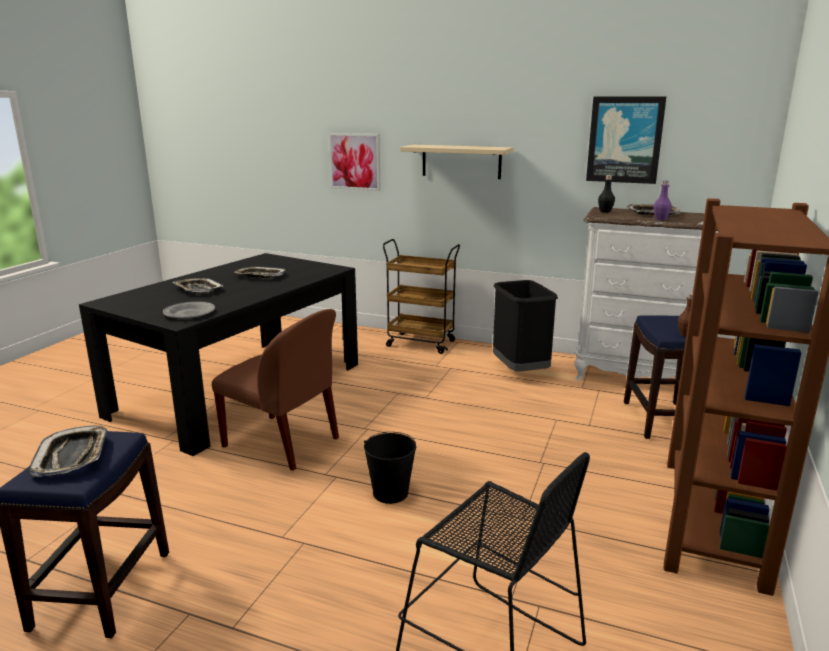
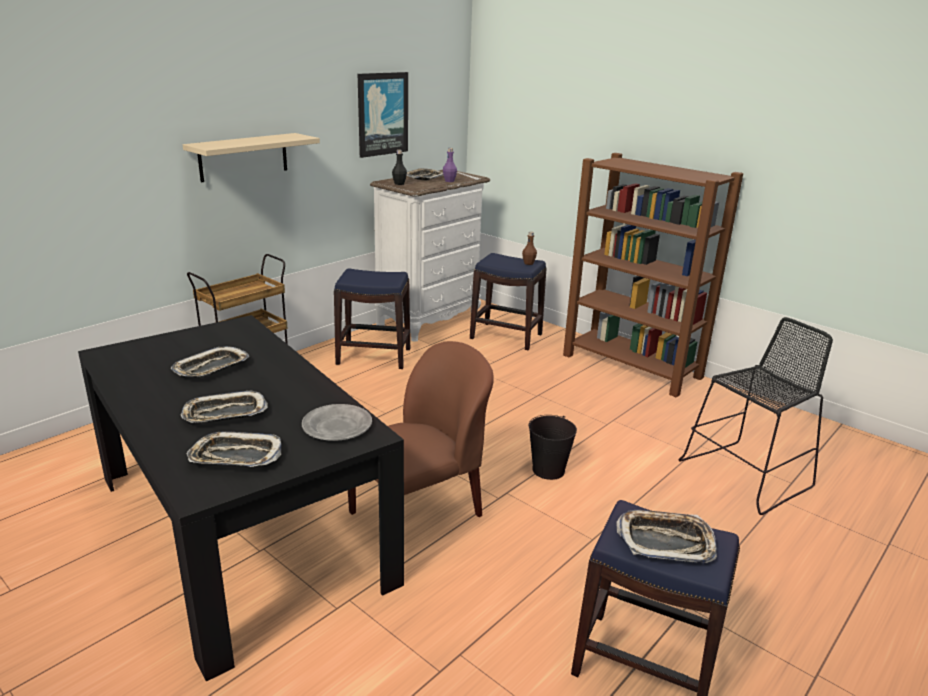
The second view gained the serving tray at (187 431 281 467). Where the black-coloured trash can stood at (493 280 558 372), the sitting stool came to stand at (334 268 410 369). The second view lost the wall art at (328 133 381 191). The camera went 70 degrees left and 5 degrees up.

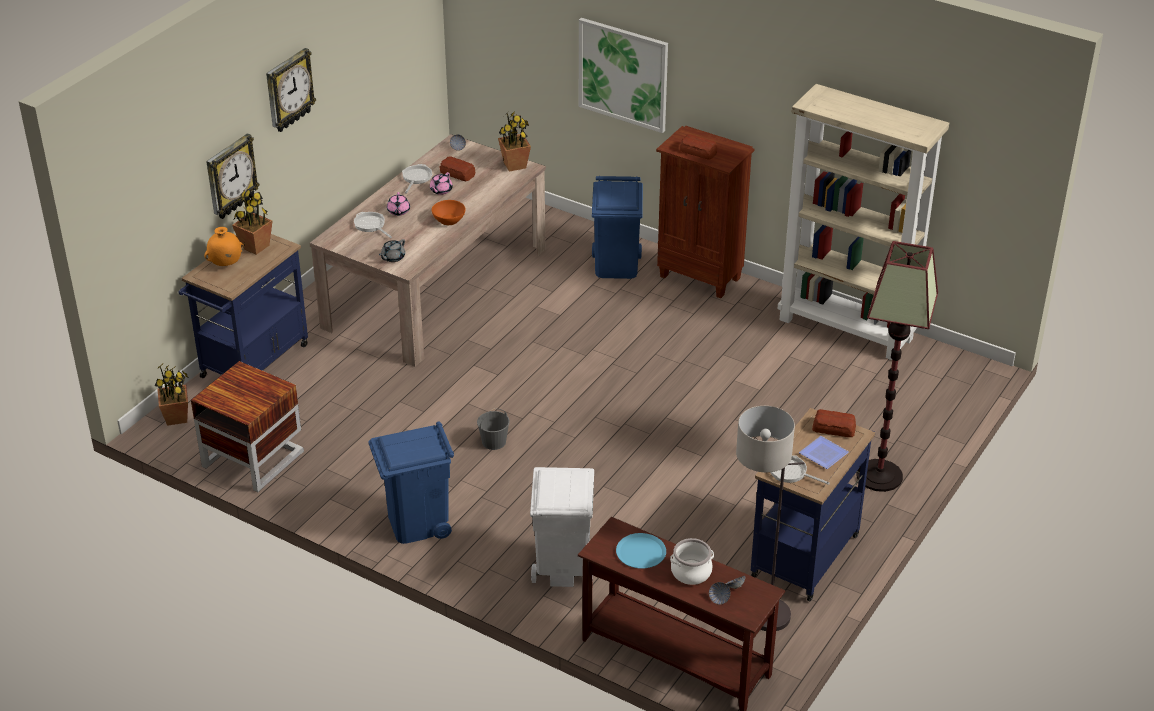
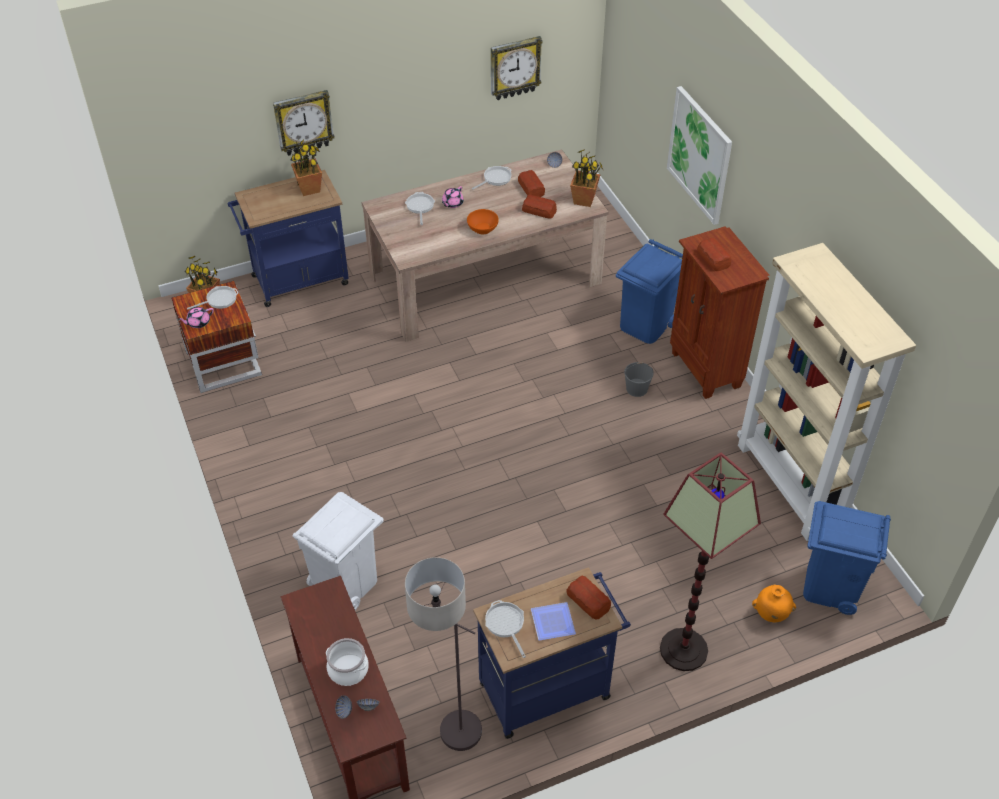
The pinkish pot for tea ended up elsewhere, having gone from (430 172 453 195) to (178 307 214 328). The second view gained the skillet at (187 286 238 310). The hanging clock ended up elsewhere, having gone from (266 48 316 132) to (491 36 543 100). The second view gained the bread at (522 195 557 219). The greyish bucket ended up elsewhere, having gone from (477 408 510 450) to (624 362 654 397). The orange vase ended up elsewhere, having gone from (204 227 244 266) to (752 585 796 622). The bluish trash can ended up elsewhere, having gone from (368 421 454 544) to (803 501 891 615). The second view lost the greyish pot for tea at (379 239 405 262). The second view lost the bluish flat dish at (616 533 666 569). The camera went 35 degrees right and 10 degrees up.

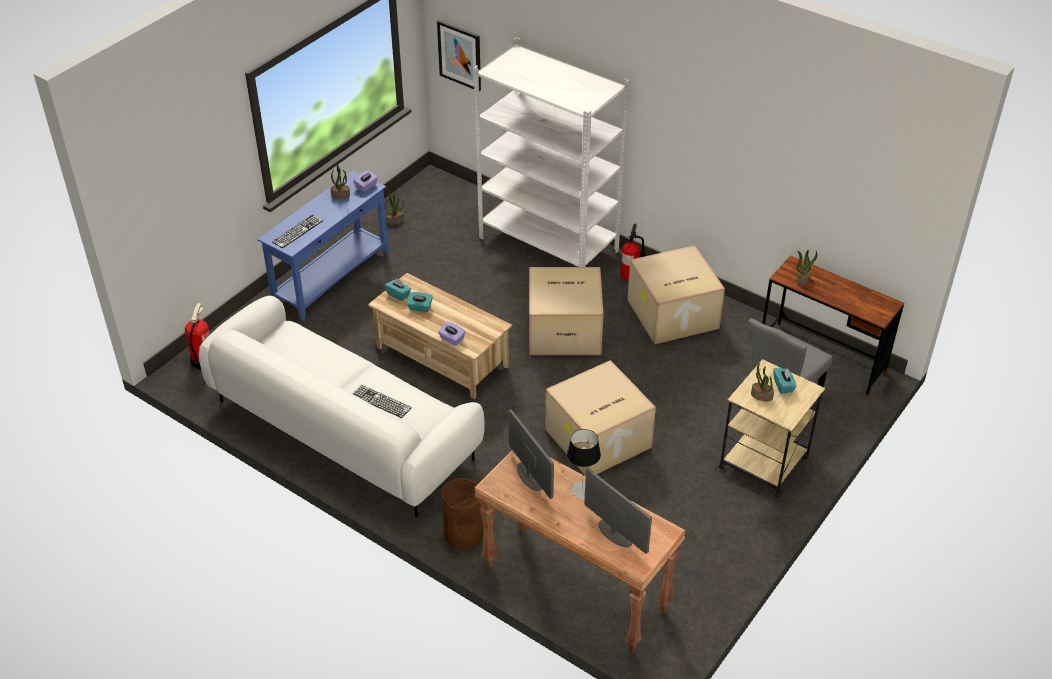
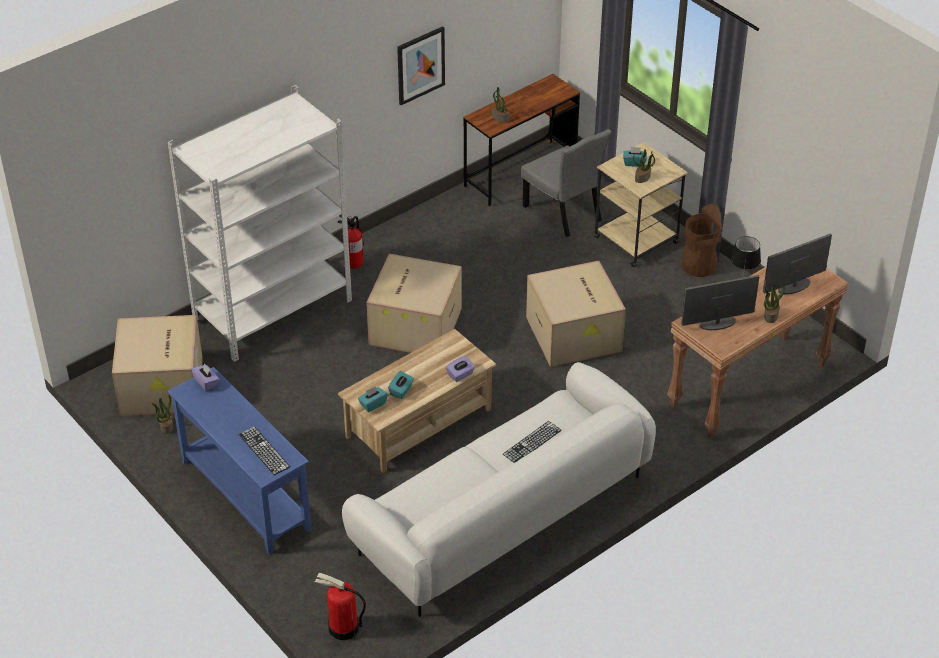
The packing box ended up elsewhere, having gone from (627 245 725 345) to (112 315 203 416). The wall art ended up elsewhere, having gone from (437 20 481 91) to (397 26 445 105). The brown trash can ended up elsewhere, having gone from (442 478 484 549) to (681 204 722 277). The houseplant ended up elsewhere, having gone from (330 164 350 199) to (764 285 785 323). The camera went 75 degrees left and 0 degrees up.

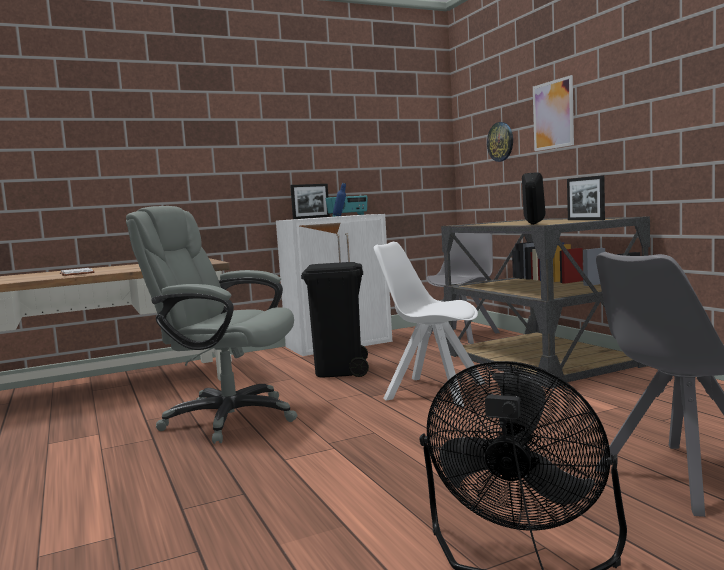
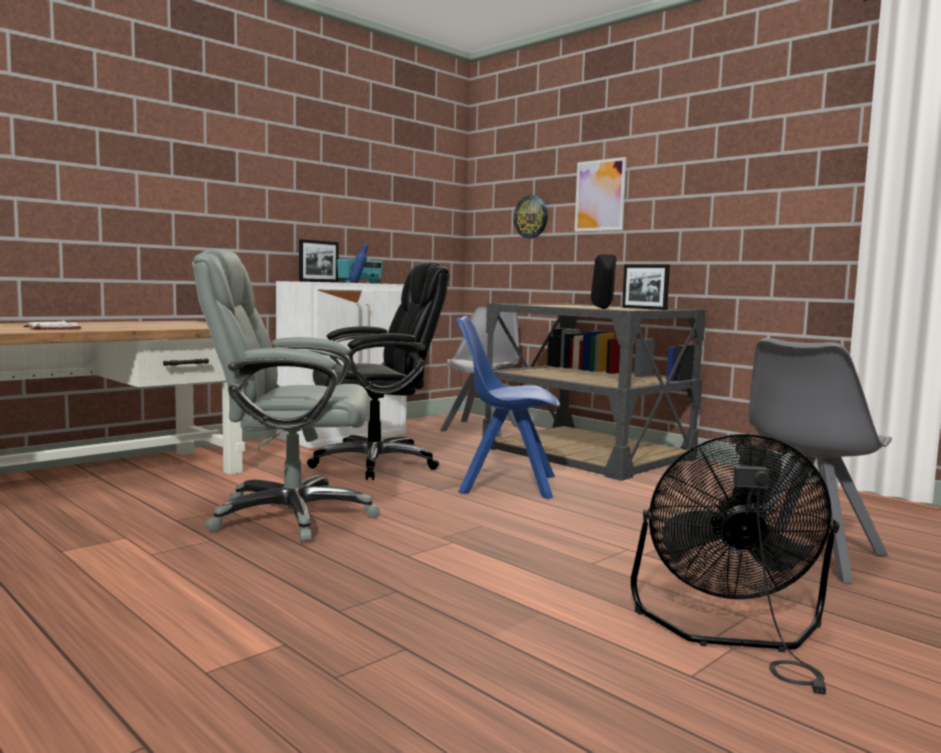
Where the black-coloured trash can stood at (301 262 369 377), the black-coloured desk chair came to stand at (307 262 450 480). What was the whitish upright chair at (374 242 485 407) turned into the bluish upright chair at (456 316 560 499). The camera went 20 degrees left and 0 degrees up.

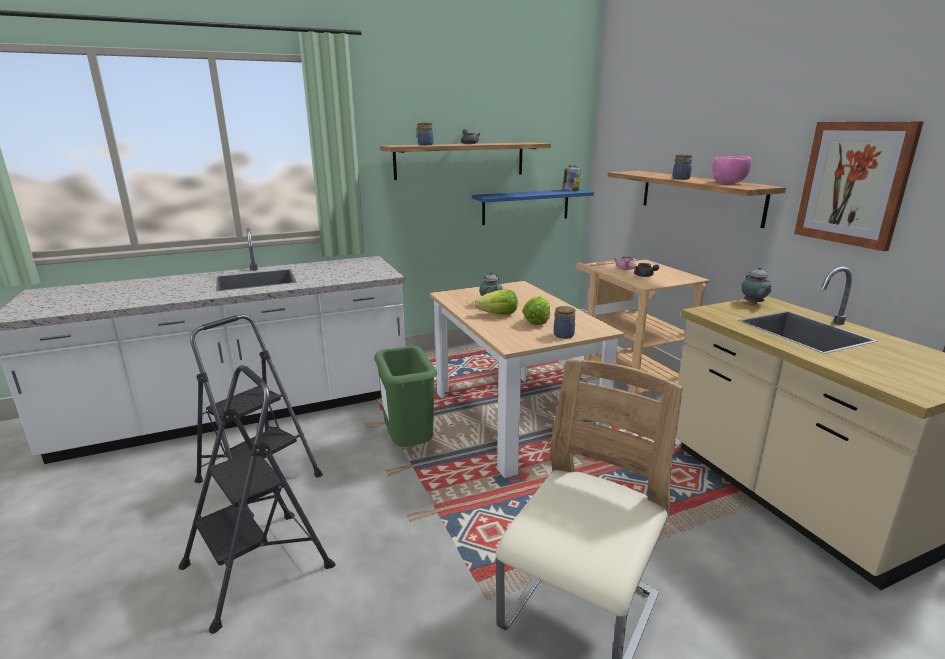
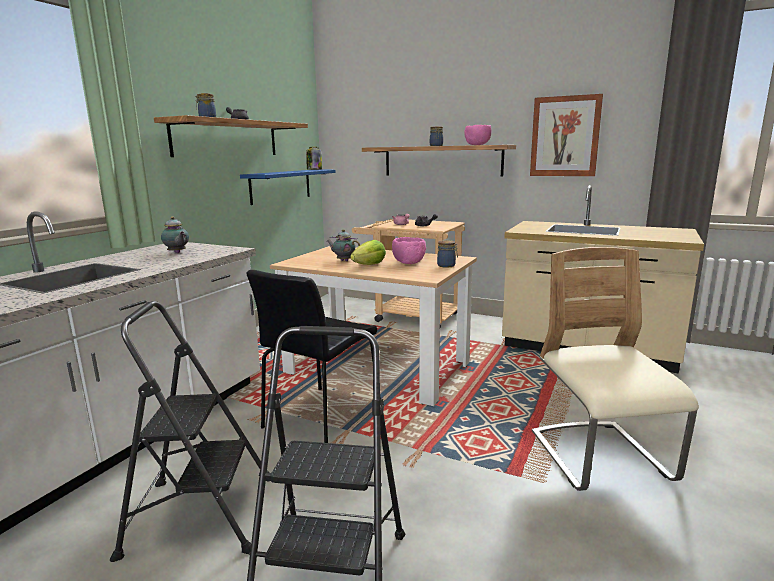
The pot for tea ended up elsewhere, having gone from (741 266 772 304) to (161 216 189 253). Where the greenish trash can stood at (374 346 437 447), the black-coloured upright chair came to stand at (246 270 381 443). Where the lettuce stood at (523 296 550 325), the pinkish bowl came to stand at (392 237 426 264). The camera went 40 degrees left and 5 degrees down.

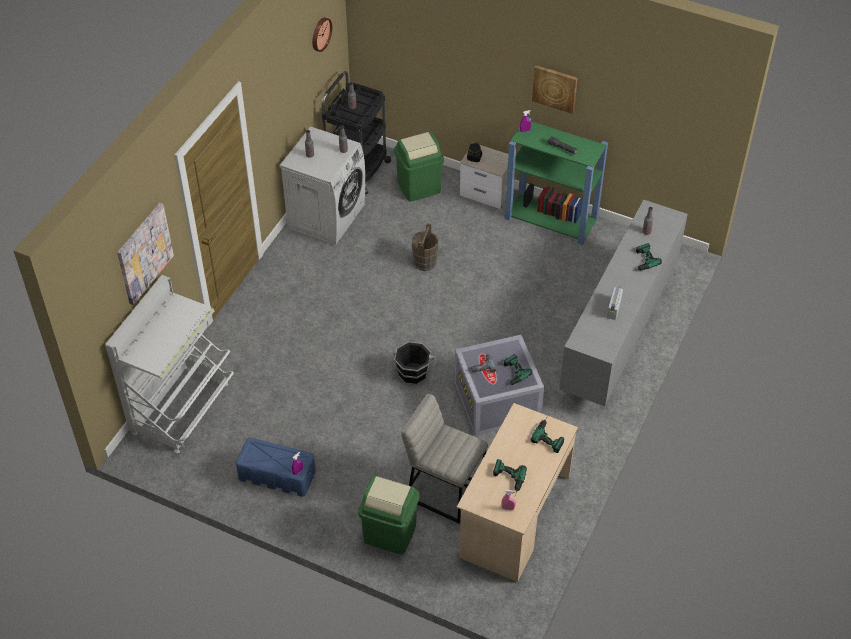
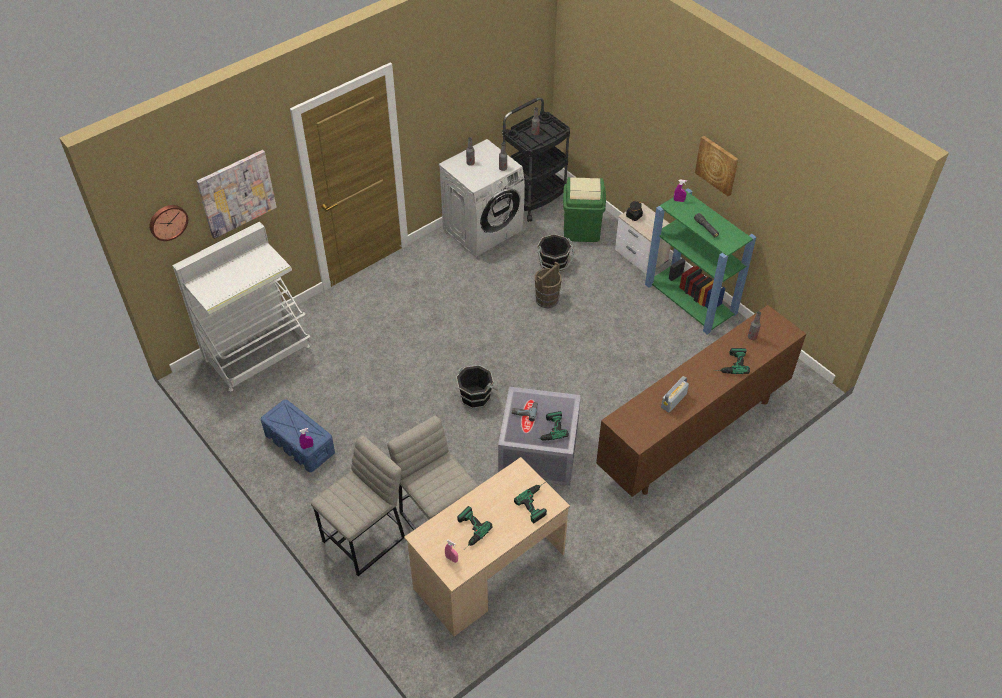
The hanging clock ended up elsewhere, having gone from (312 17 332 52) to (150 205 188 241). Where the greenish trash can stood at (358 475 419 554), the greyish upright chair came to stand at (311 435 405 576). The second view gained the black-coloured bucket at (537 234 575 273). What was the greyish cabinet at (559 200 688 406) turned into the brown cabinet at (596 305 806 497). The camera went 25 degrees right and 0 degrees up.

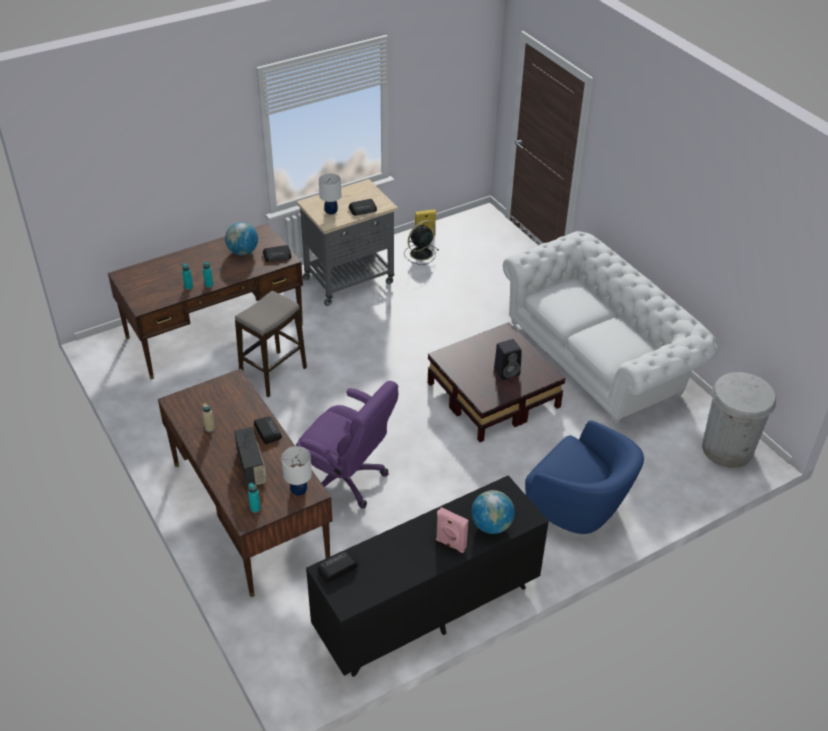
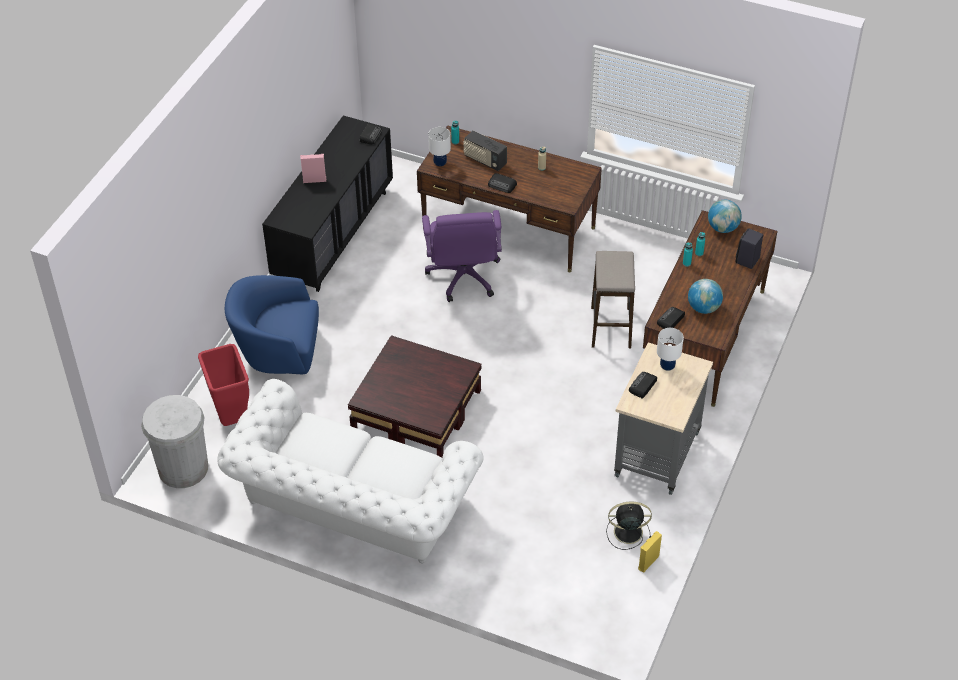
The second view gained the red trash can at (198 344 249 426). The purple desk chair at (296 381 398 508) ended up facing another way, 90 degrees counterclockwise from before. The black-coloured electric fan at (404 220 439 265) ended up facing another way, 105 degrees counterclockwise from before. The globe ended up elsewhere, having gone from (471 490 515 534) to (708 200 742 233). The black-coloured speaker ended up elsewhere, having gone from (494 339 522 380) to (736 228 763 269). The camera went 145 degrees right and 5 degrees up.

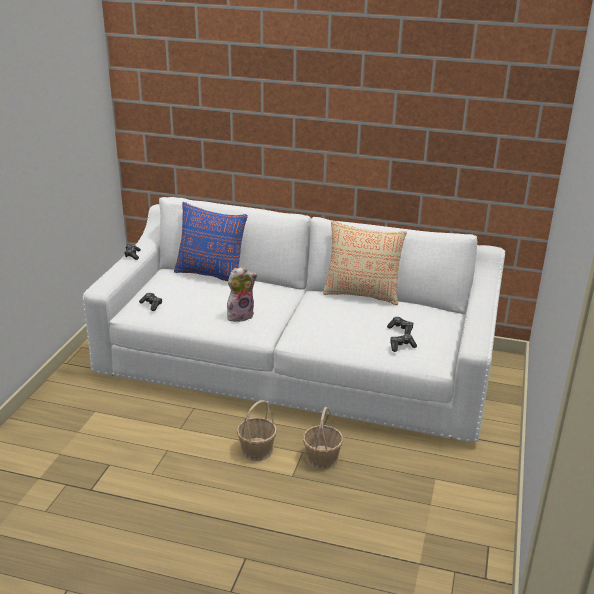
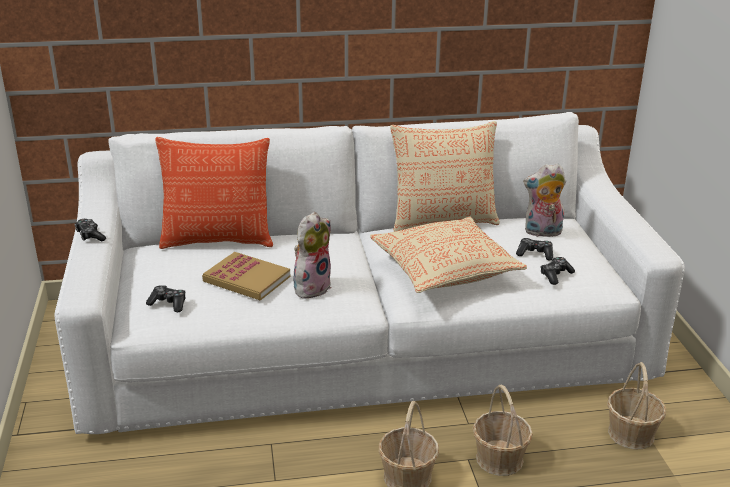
What was the bluish cushion at (174 202 248 281) turned into the orange cushion at (155 137 273 249). The second view gained the volume at (202 252 290 301). The second view gained the beige cushion at (370 217 527 293). The second view gained the plush toy at (523 163 566 237). The second view gained the storage basket at (607 362 666 450). The camera went 25 degrees left and 0 degrees up.

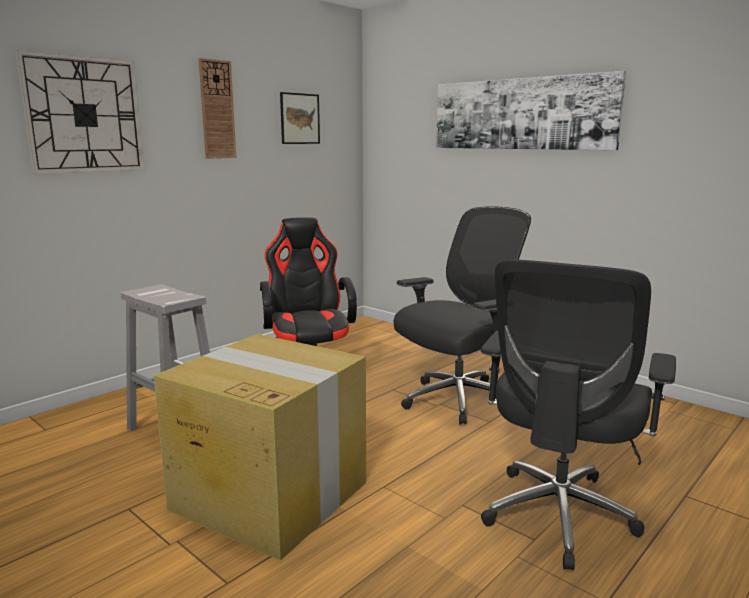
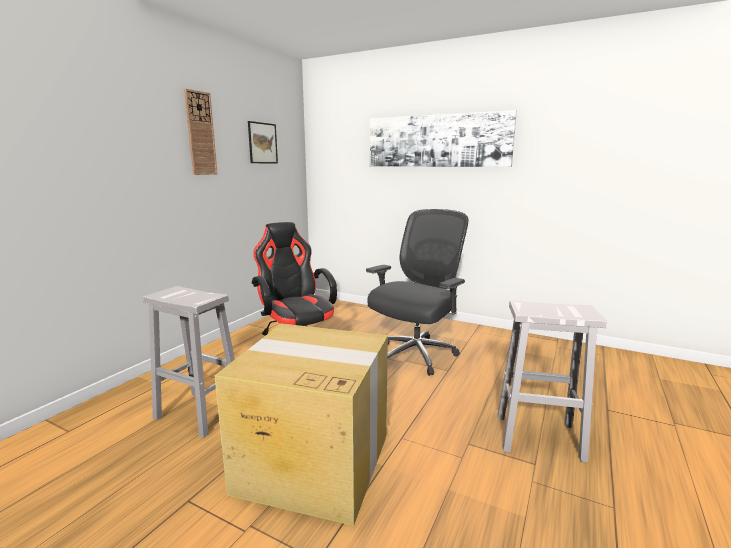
Where the desk chair stood at (481 259 676 570), the whitish sitting stool came to stand at (497 300 606 463). The second view lost the hanging clock at (15 50 145 174). The camera went 15 degrees left and 0 degrees up.

